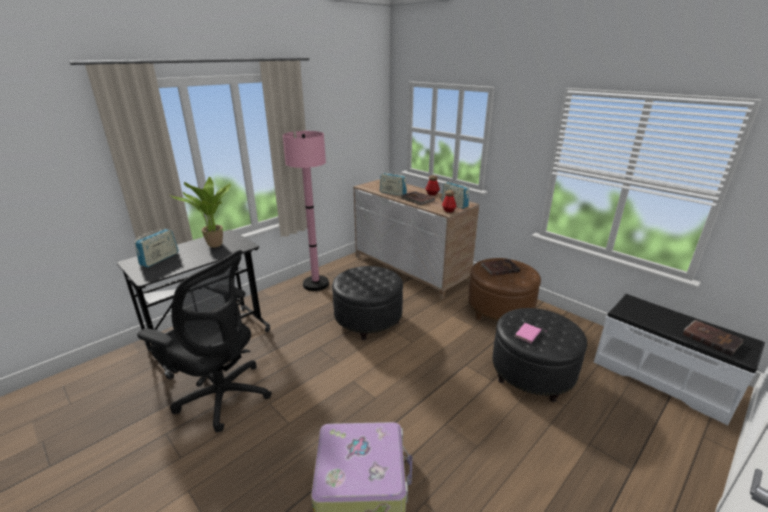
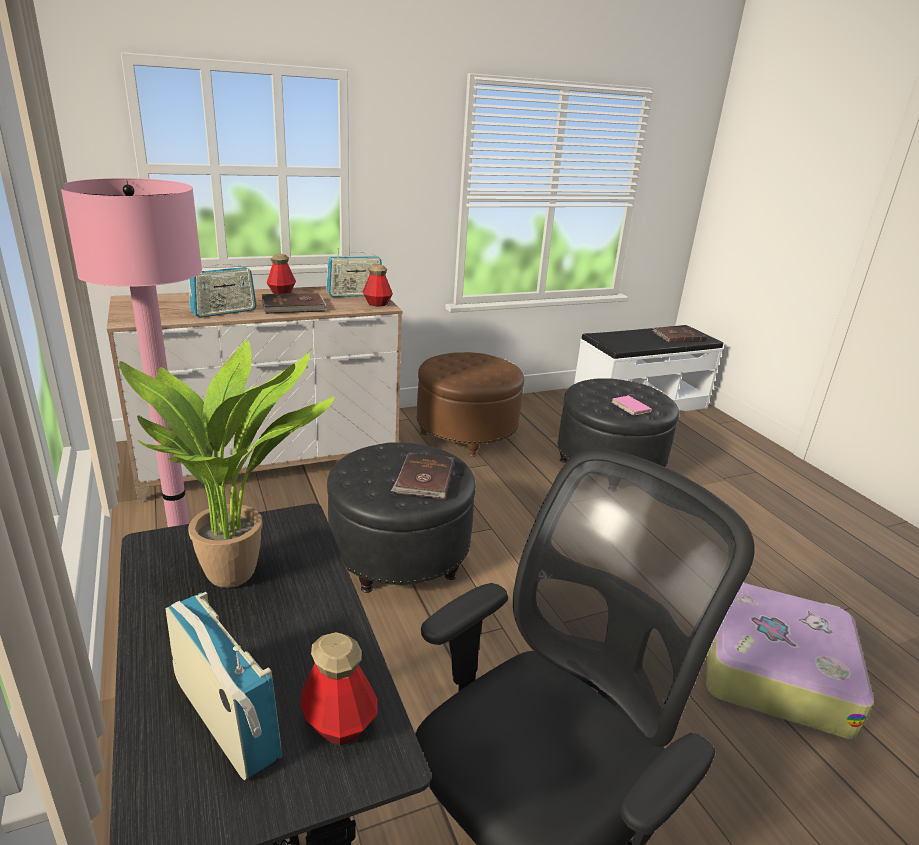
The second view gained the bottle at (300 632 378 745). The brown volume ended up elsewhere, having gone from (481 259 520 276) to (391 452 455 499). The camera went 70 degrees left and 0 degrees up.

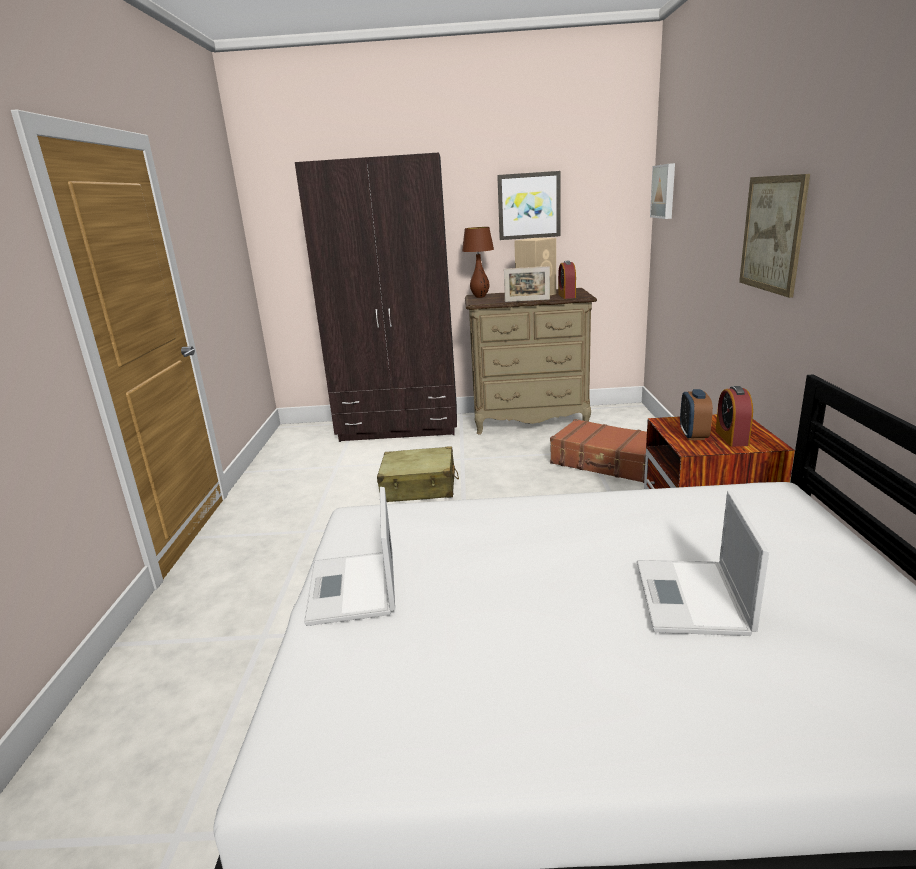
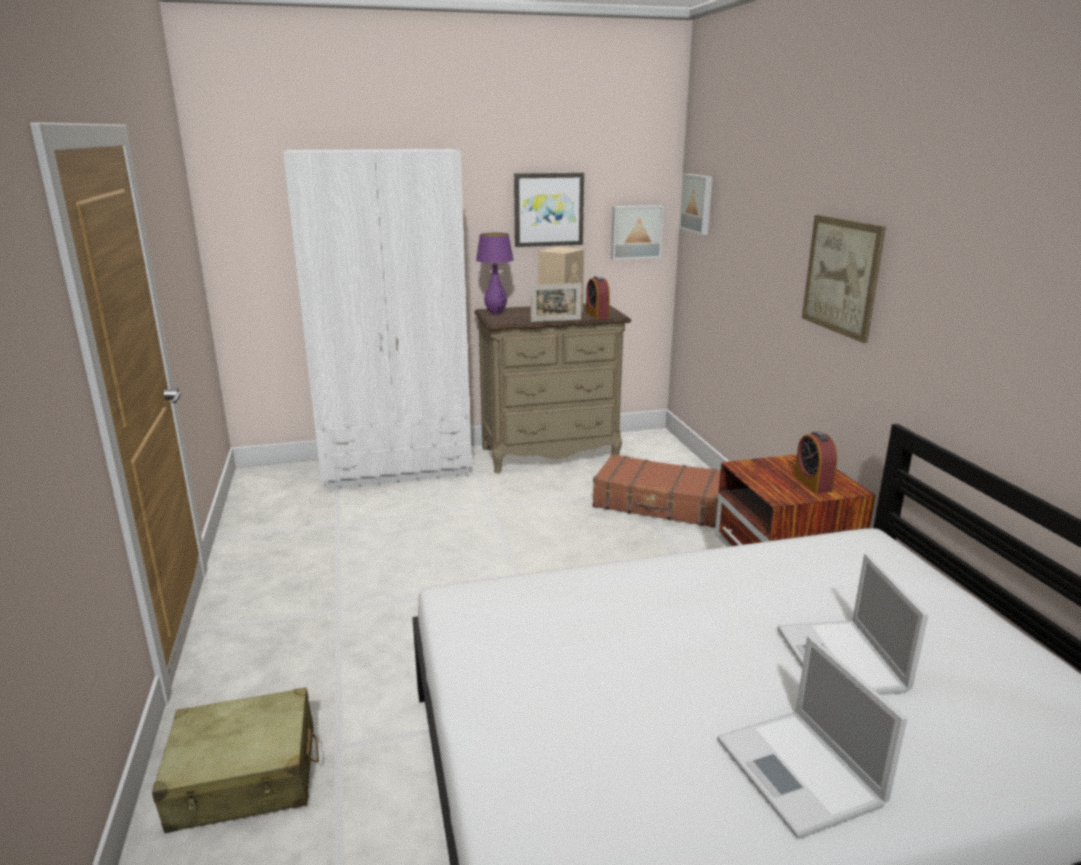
The beige suitcase ended up elsewhere, having gone from (377 446 459 502) to (152 688 319 833). What was the brown clothes cupboard at (295 152 457 442) turned into the whitish clothes cupboard at (283 149 472 490). What was the brown lamp for a table at (462 227 494 298) turned into the purple lamp for a table at (476 233 514 314). The second view gained the wall art at (611 205 664 260). The notebook computer ended up elsewhere, having gone from (304 487 395 626) to (717 636 907 839). The second view lost the bedside clock at (680 389 713 440). The camera went 15 degrees left and 0 degrees up.

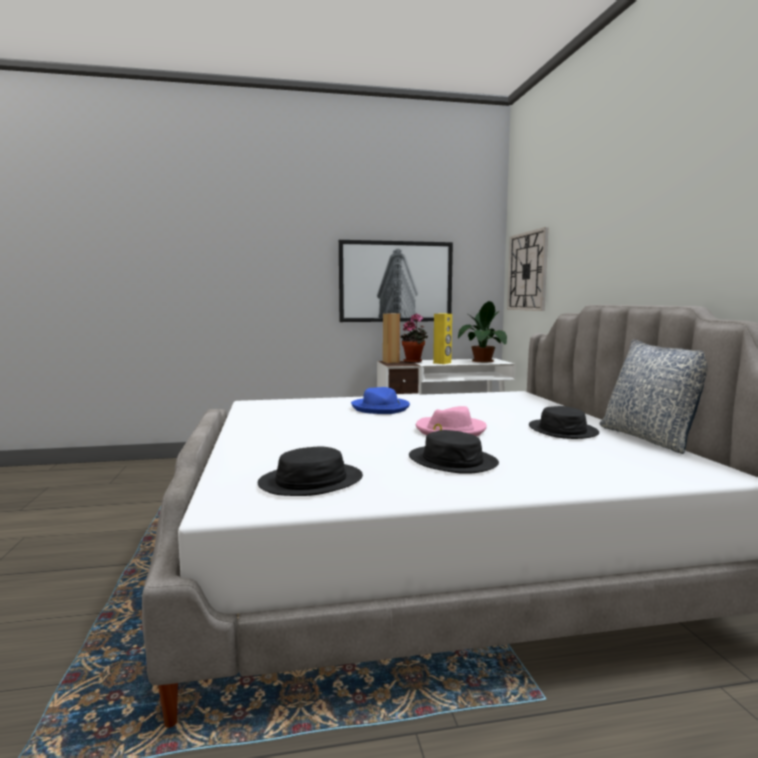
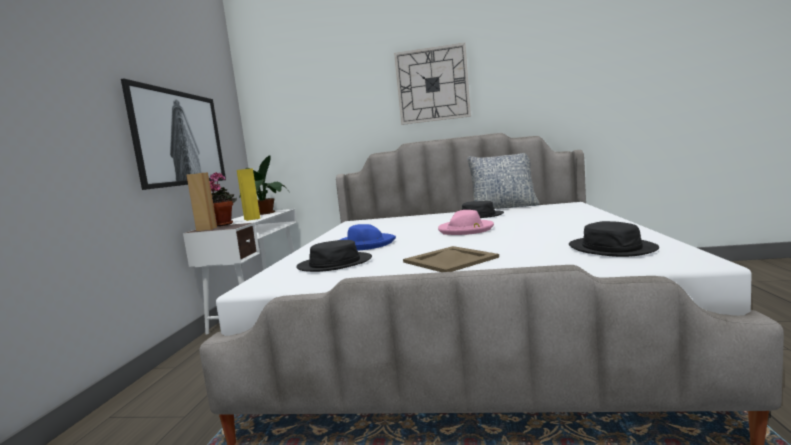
The black-coloured hat ended up elsewhere, having gone from (409 430 499 474) to (296 240 372 272). The hanging clock ended up elsewhere, having gone from (507 227 548 311) to (394 43 471 125). The second view gained the beige serving tray at (403 246 499 272). The camera went 70 degrees left and 0 degrees up.

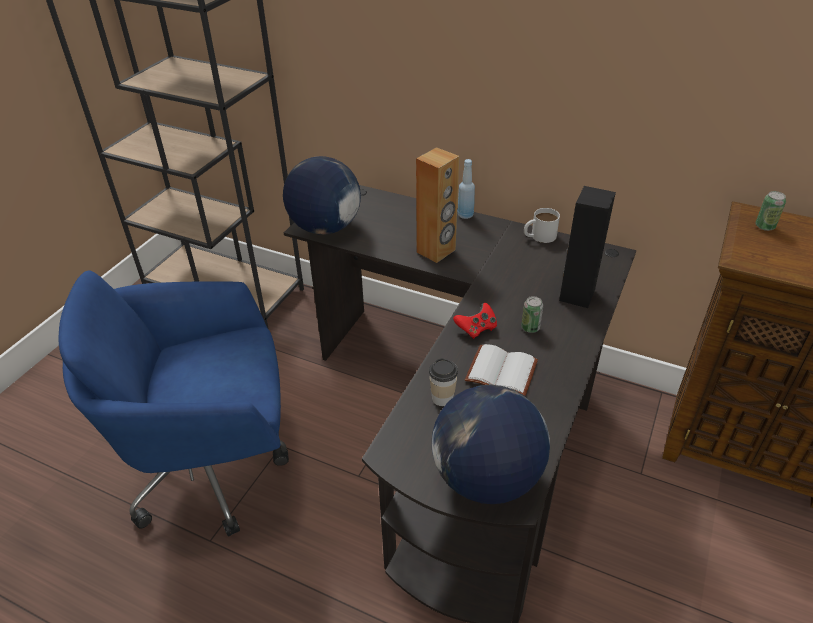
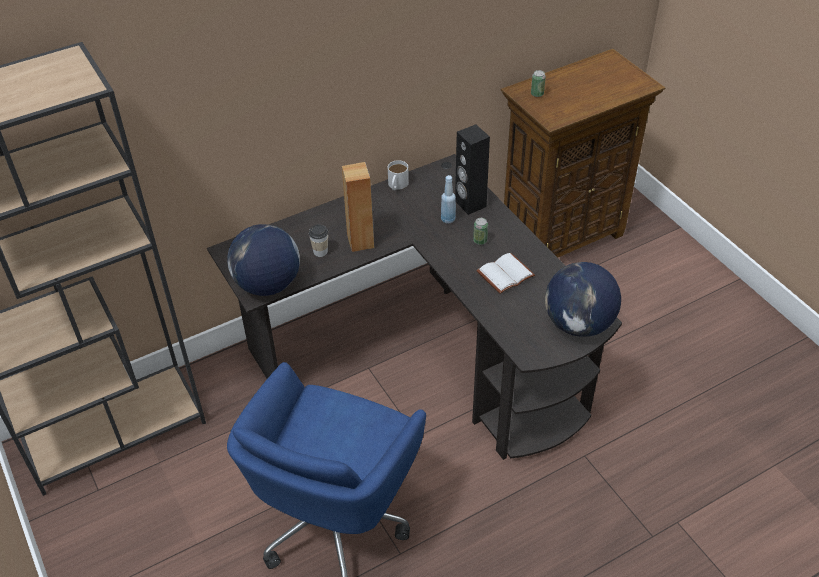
The drinking cup ended up elsewhere, having gone from (429 359 458 406) to (309 224 328 257). The bluish bottle ended up elsewhere, having gone from (458 159 475 219) to (441 175 456 223). The second view lost the red joypad at (453 303 497 339). The camera went 55 degrees left and 5 degrees up.

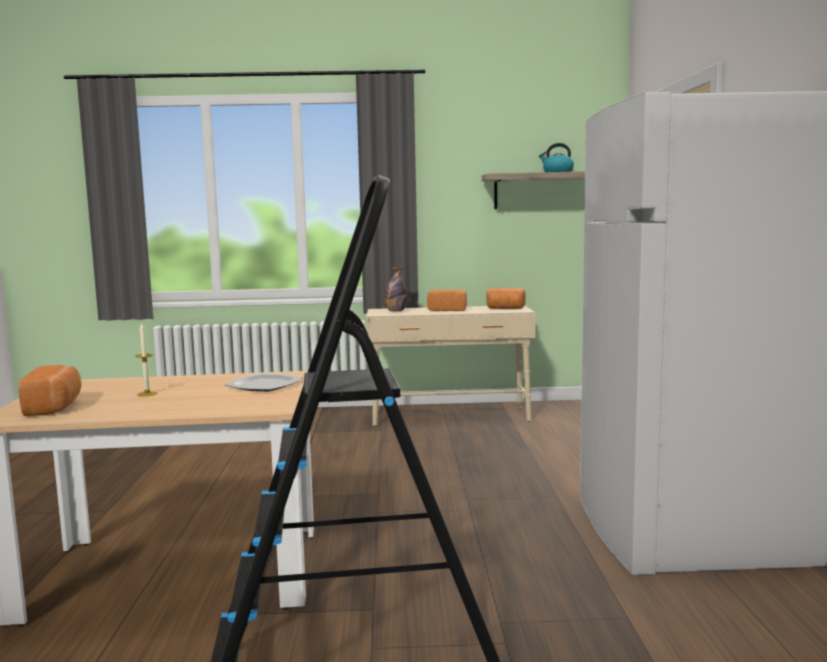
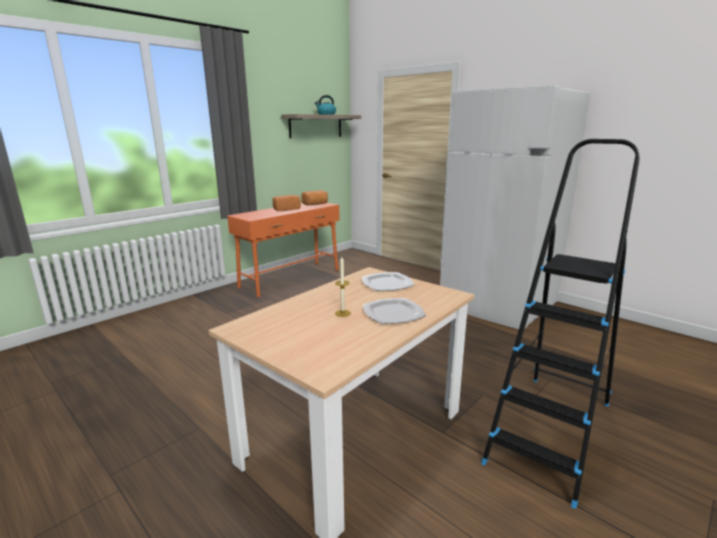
What was the beige console table at (366 306 536 426) turned into the orange console table at (227 203 340 297). The second view gained the flat dish at (363 298 426 324). The second view lost the bread at (18 365 82 416). The second view lost the bottle at (385 268 408 312). The camera went 45 degrees left and 10 degrees up.

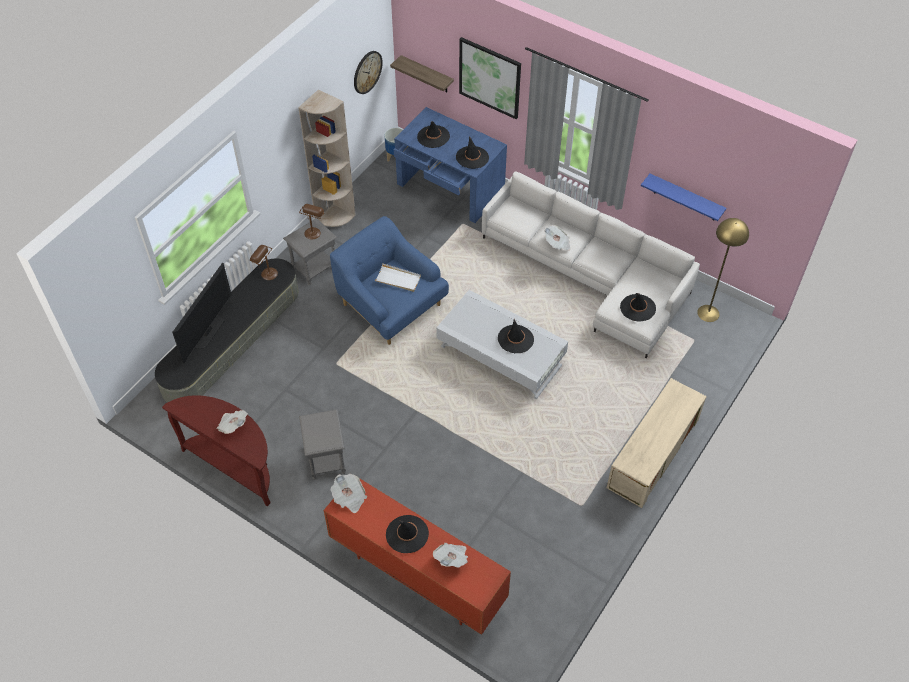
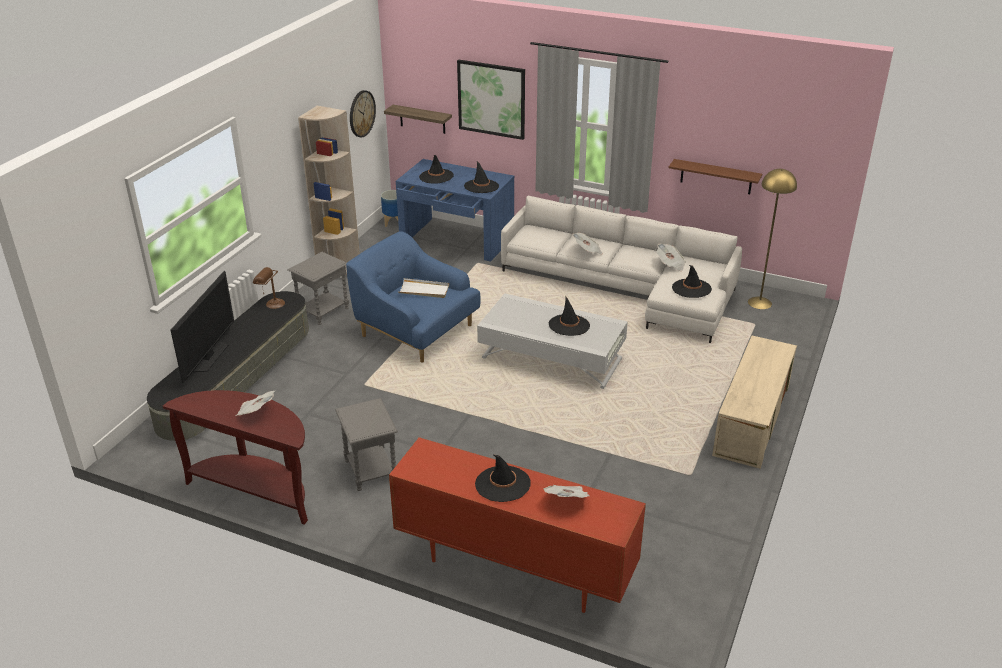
The newspaper ended up elsewhere, having gone from (331 474 367 513) to (656 243 686 272). What was the bluish wall shelf at (641 174 726 221) turned into the brown wall shelf at (669 159 762 194). The second view lost the brown lamp for a table at (299 204 324 240). The camera went 10 degrees left and 20 degrees down.

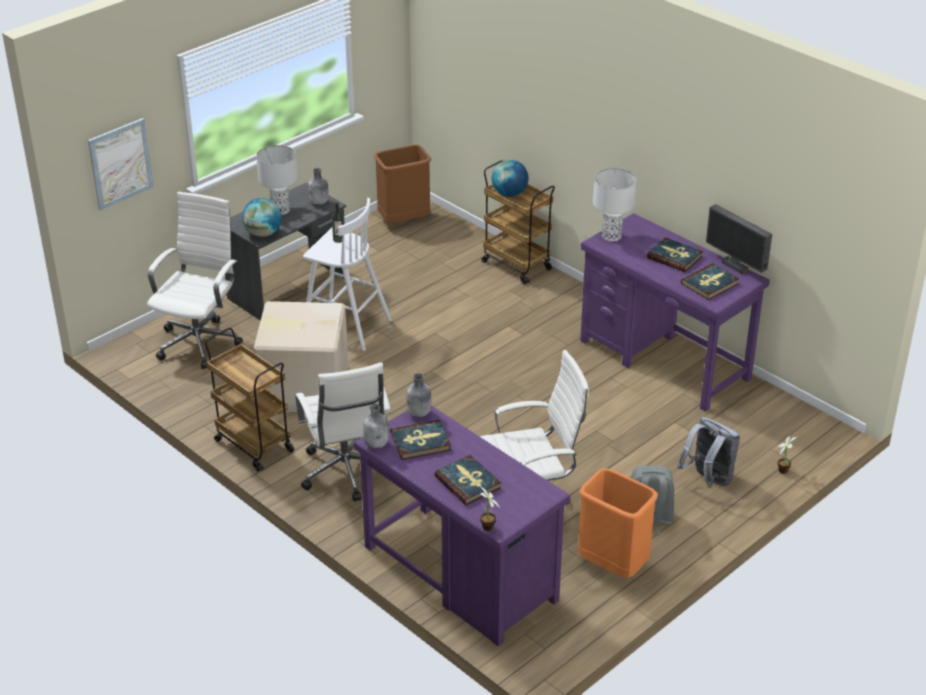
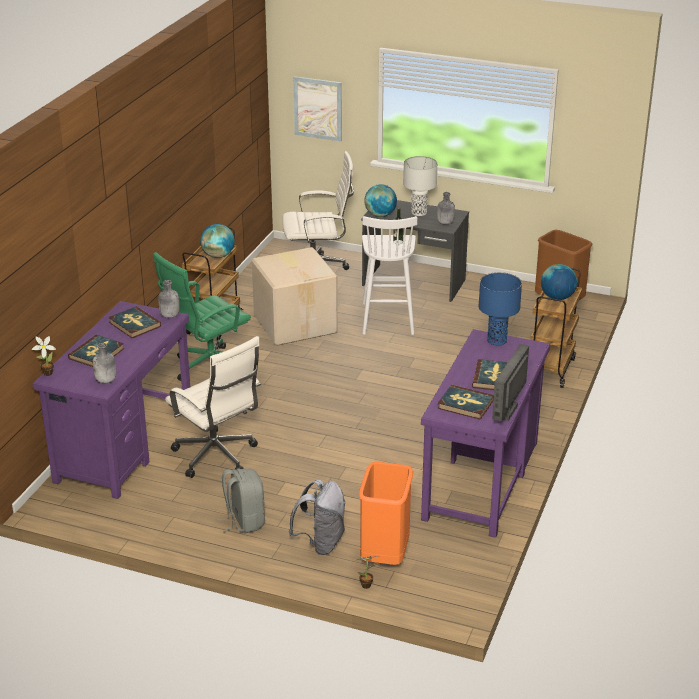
The greyish bottle ended up elsewhere, having gone from (363 404 389 448) to (93 343 116 383). What was the whitish desk chair at (295 363 391 501) turned into the greenish desk chair at (153 252 251 381). The second view gained the globe at (200 224 235 258). The orange trash can ended up elsewhere, having gone from (578 468 658 578) to (359 462 413 565). What was the whitish lamp for a table at (593 168 636 242) turned into the bluish lamp for a table at (479 272 522 345). The camera went 65 degrees right and 5 degrees down.

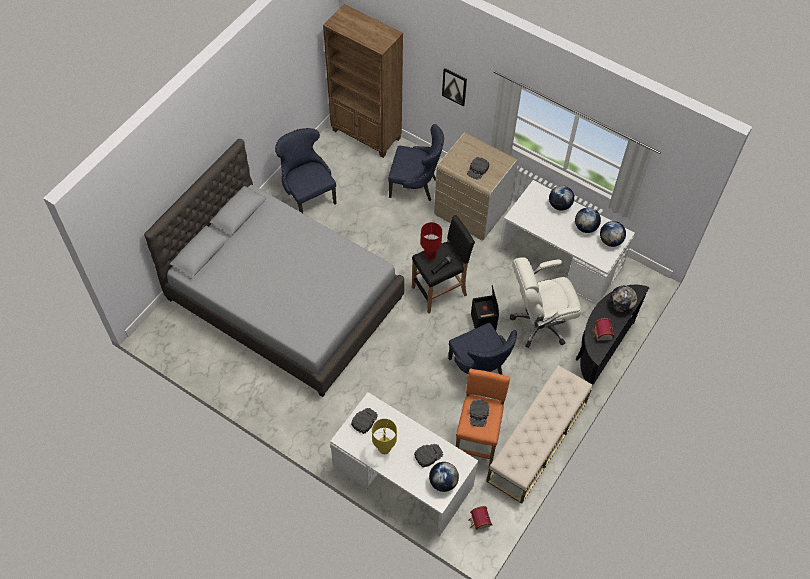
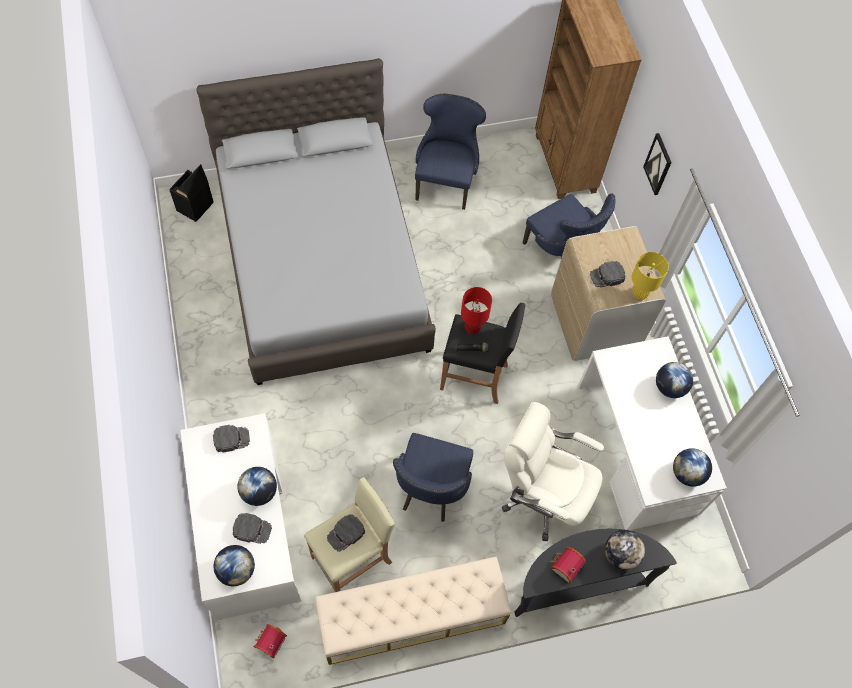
The black-coloured storage box ended up elsewhere, having gone from (471 285 499 330) to (169 164 214 222). The globe ended up elsewhere, having gone from (575 208 601 233) to (237 467 277 506). What was the orange sitting stool at (456 368 510 467) turned into the beige sitting stool at (304 477 396 592). The yellow-coloured lamp for a table ended up elsewhere, having gone from (372 419 397 454) to (632 252 669 301). The camera went 40 degrees right and 5 degrees up.

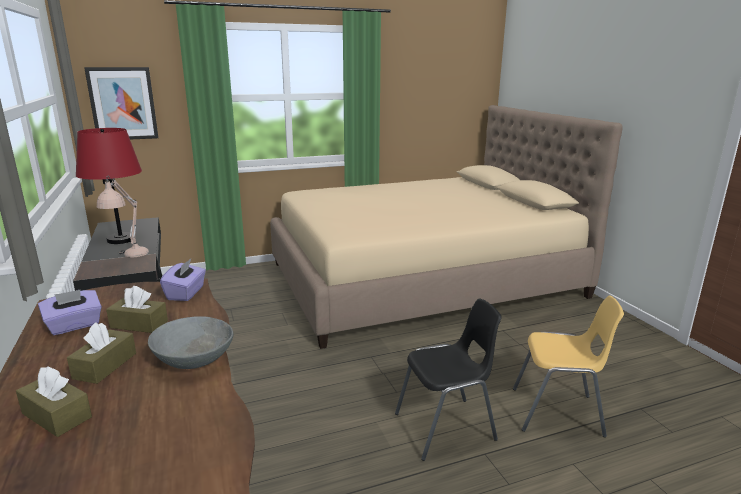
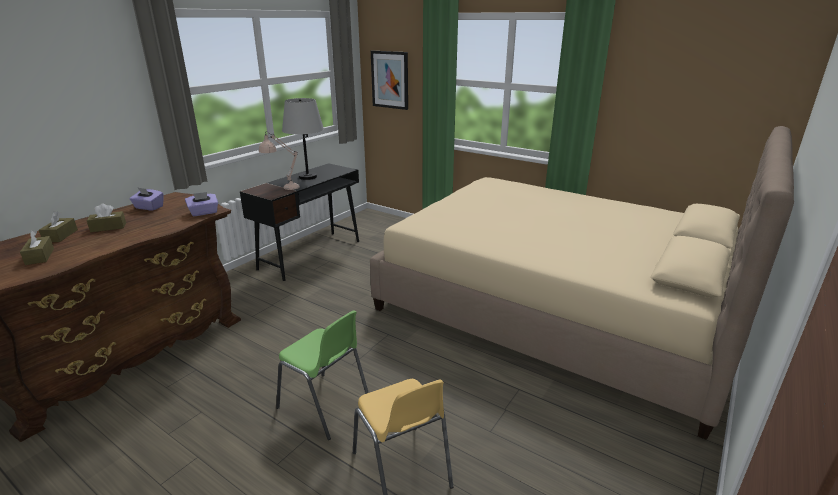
The brown box of tissues ended up elsewhere, having gone from (106 286 168 333) to (20 230 54 265). What was the black-coloured upright chair at (395 298 502 461) turned into the greenish upright chair at (276 310 369 440). What was the red lamp for a table at (76 128 142 244) turned into the greyish lamp for a table at (282 98 324 180). The second view lost the greyish bowl at (148 316 233 369). The camera went 55 degrees right and 5 degrees up.

